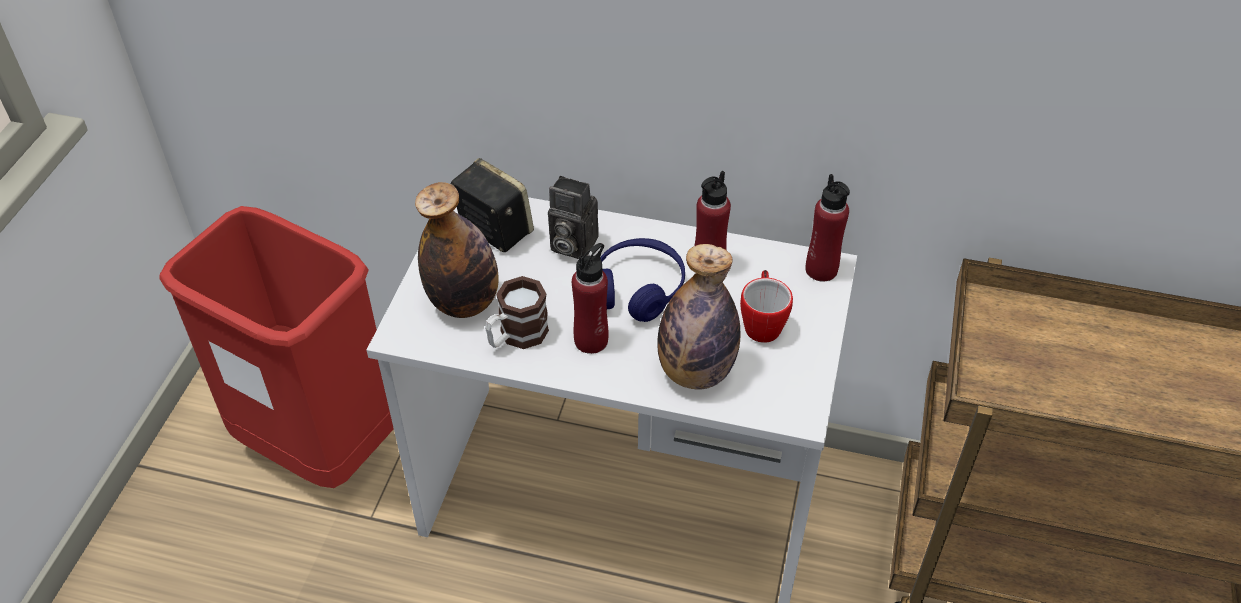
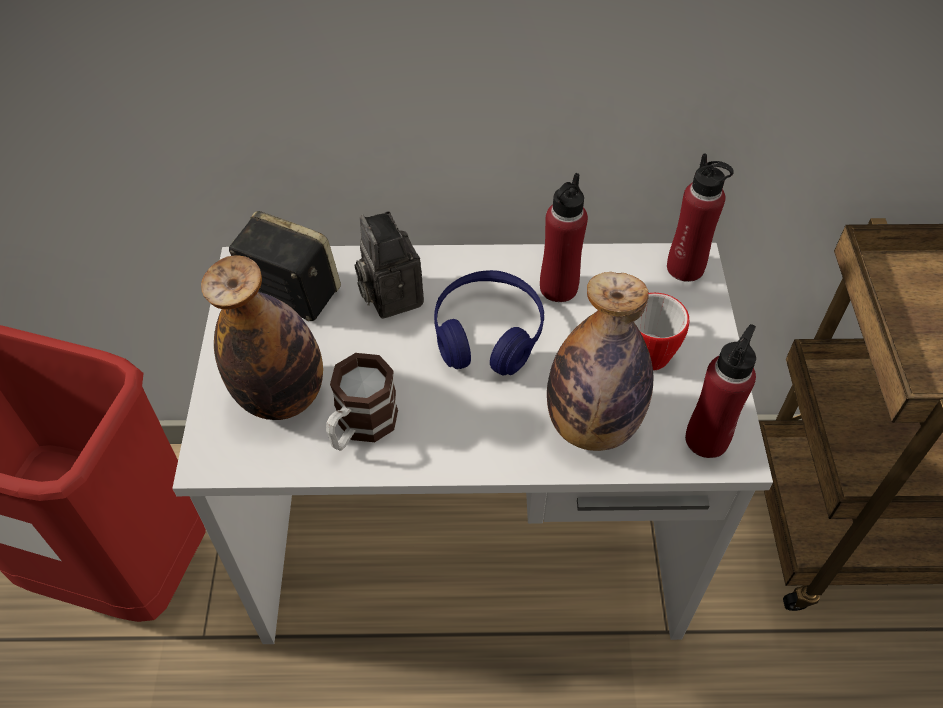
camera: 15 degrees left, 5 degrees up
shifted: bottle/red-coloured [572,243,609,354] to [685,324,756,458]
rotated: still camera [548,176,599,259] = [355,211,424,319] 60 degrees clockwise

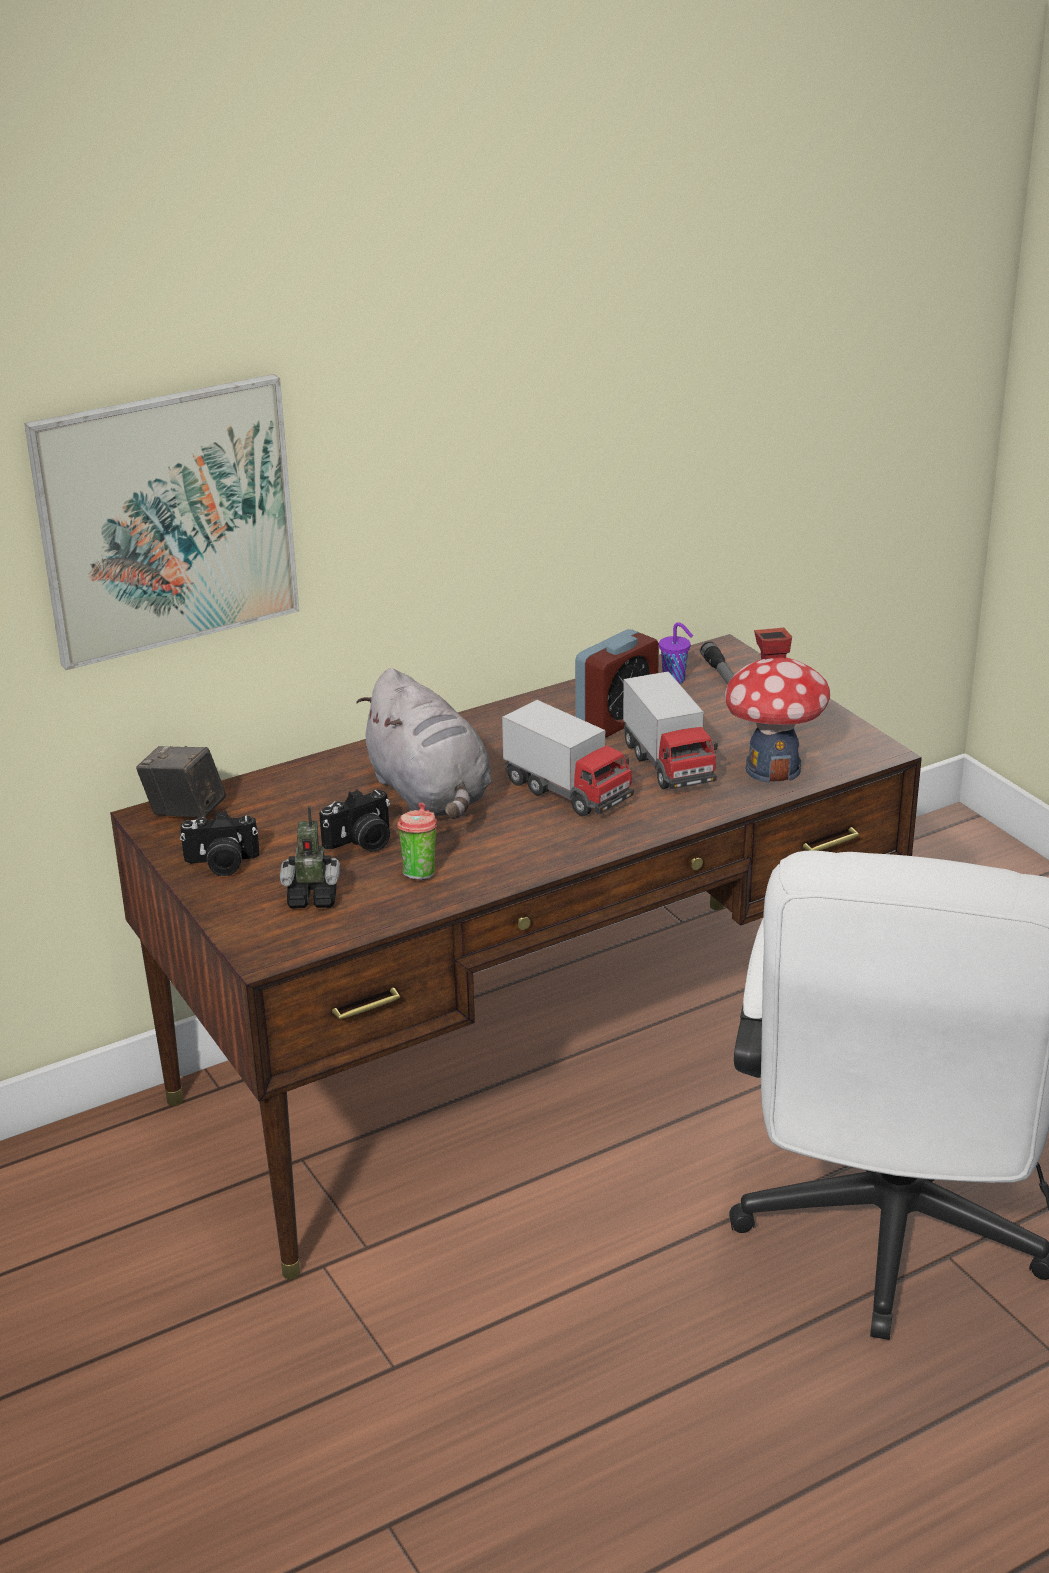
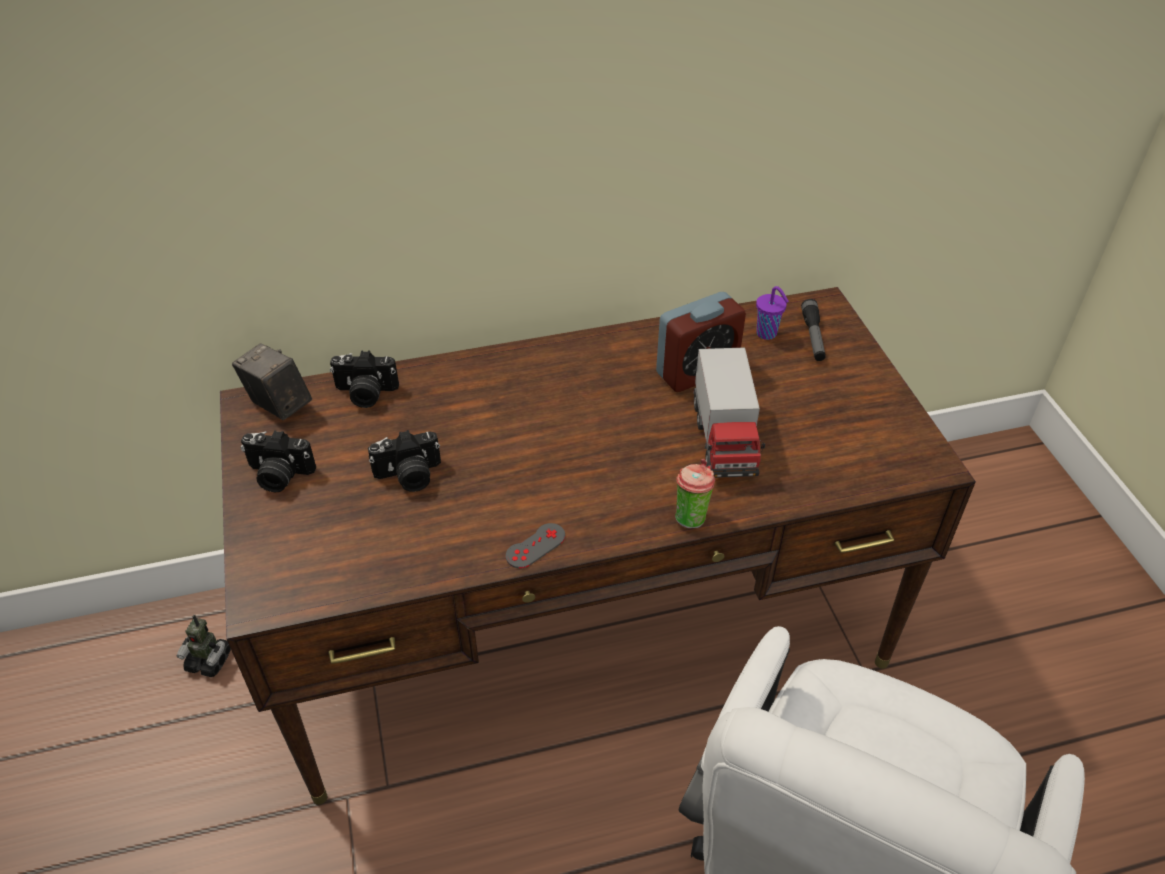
camera: 15 degrees right, 15 degrees up
gone: picture [24,374,299,670]; cuddly toy/gray [356,668,491,819]; toy truck [502,700,634,816]; toy house [725,628,830,783]
new: still camera [330,350,399,408]; joypad/gray [506,523,566,568]
shifted: robot figure [280,806,340,909] to [177,615,231,677]; small cup [397,802,437,880] to [675,459,715,529]

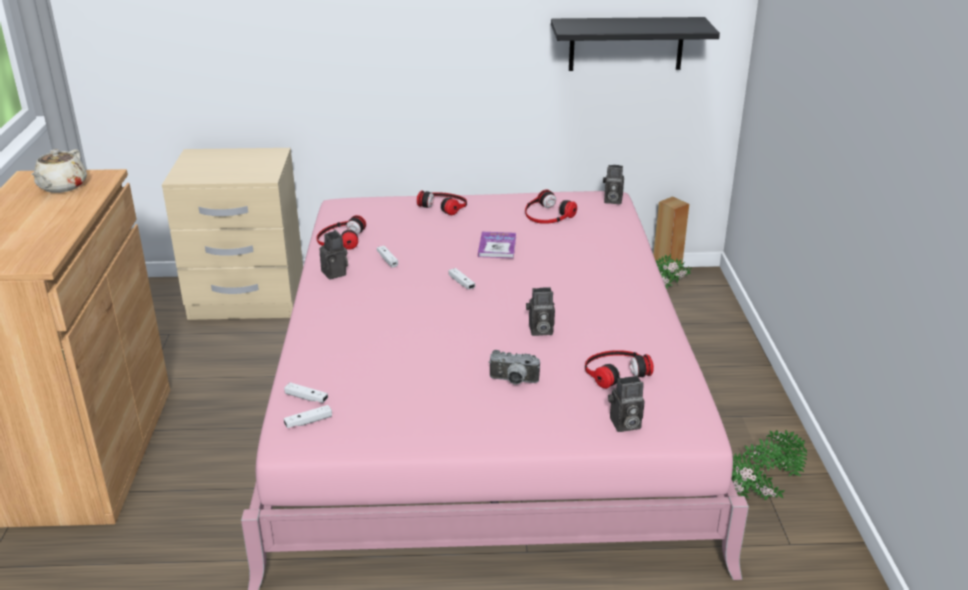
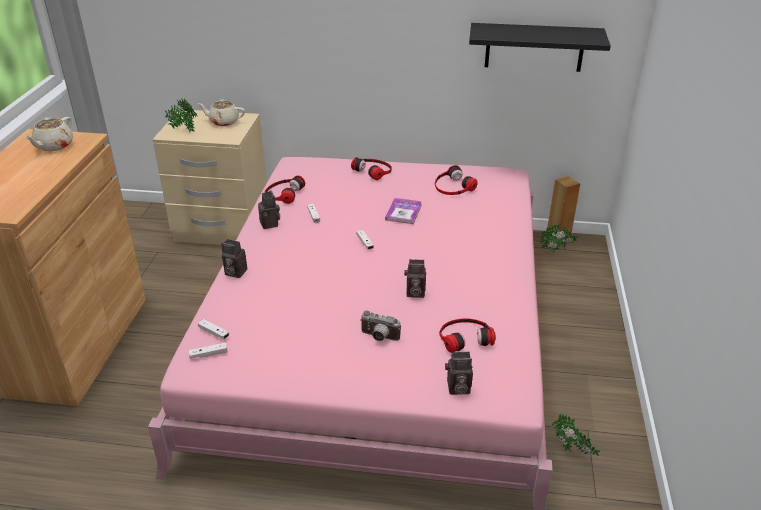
camera: 10 degrees right, 5 degrees up
new: pot for tea/beige-coloured [198,100,245,126]
shifted: still camera [603,165,624,204] to [221,239,247,278]; plant in a pot [745,430,807,476] to [165,98,197,132]

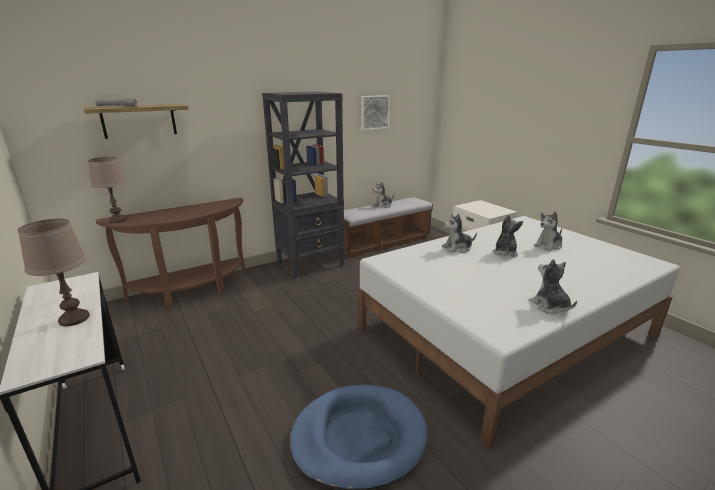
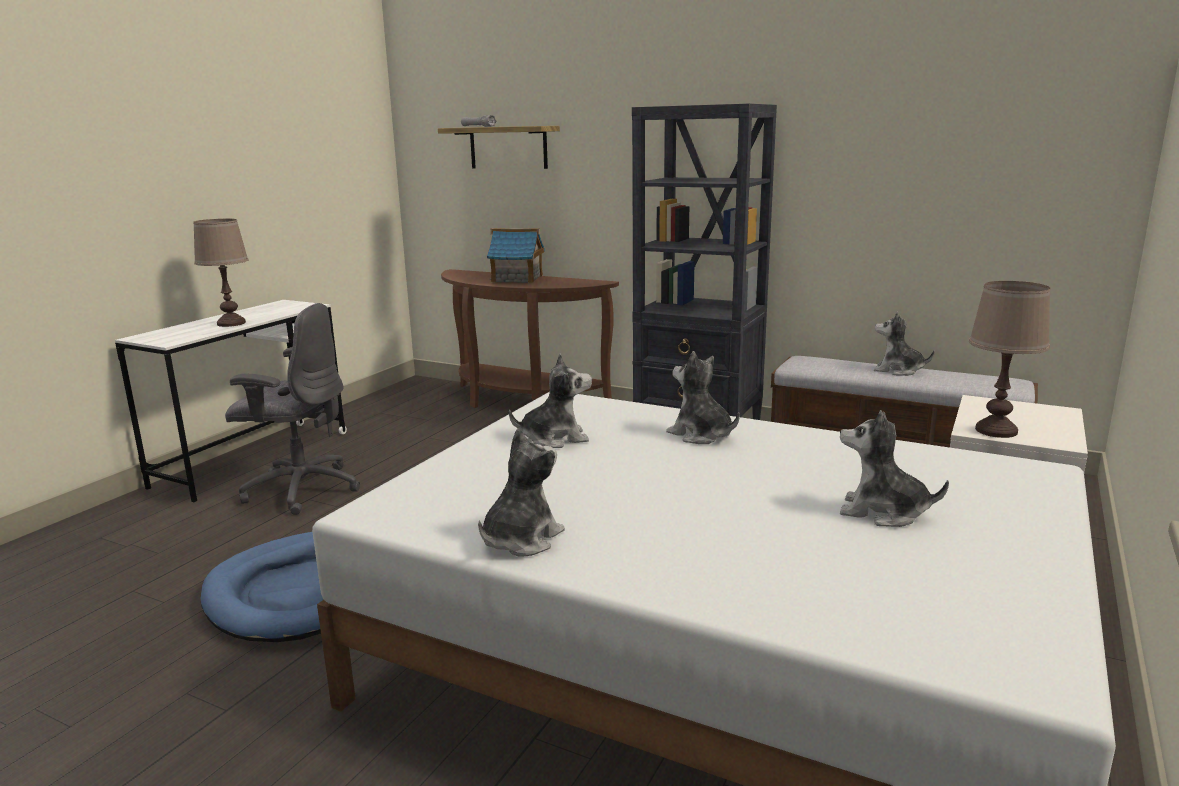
camera: 60 degrees right, 5 degrees down
gone: picture [361,95,390,130]
new: office chair/gray [225,303,360,515]; toy house [487,228,545,284]
shifted: tabletop lamp/brown [88,157,127,223] to [969,281,1050,438]; cuddly toy [492,215,523,257] to [509,354,592,448]

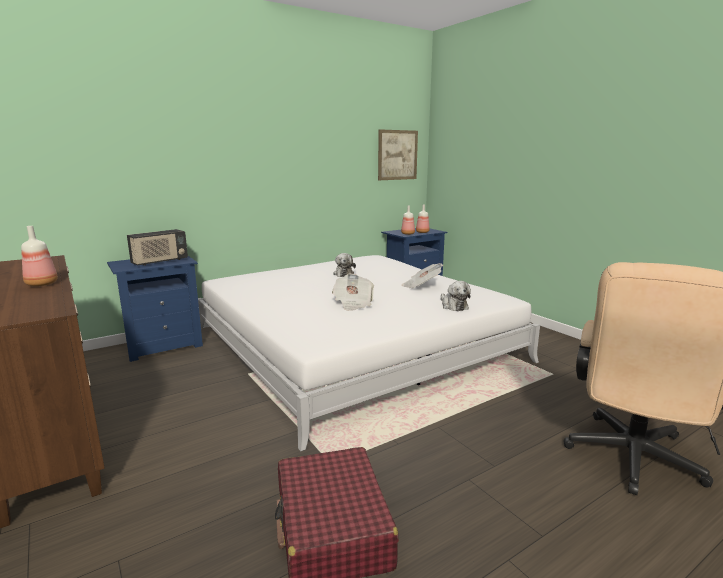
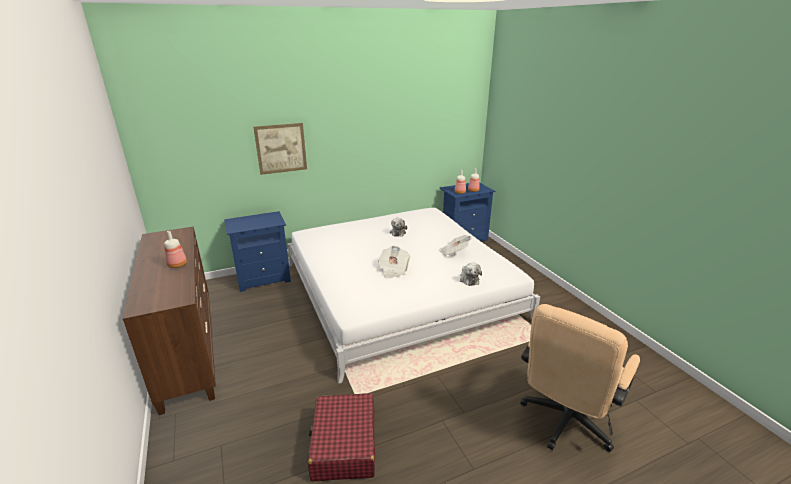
camera: 10 degrees right, 10 degrees up
gone: radio set [127,229,188,266]
shifted: picture [378,129,418,180] to [254,123,307,175]

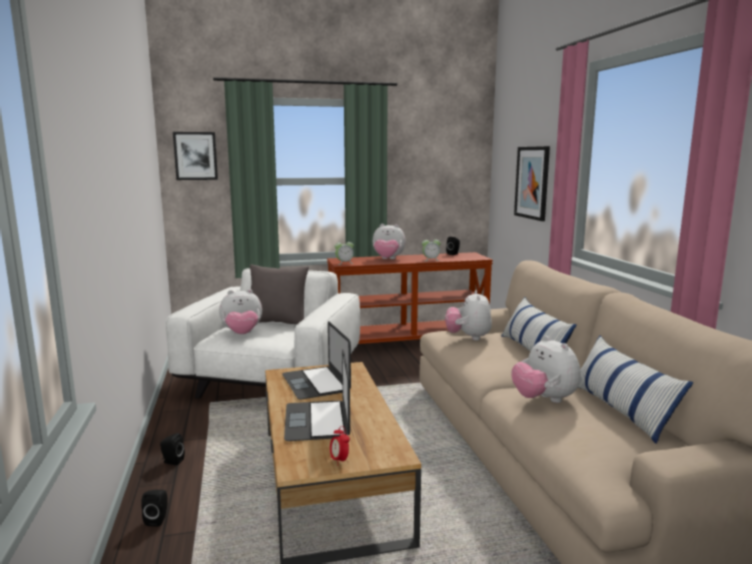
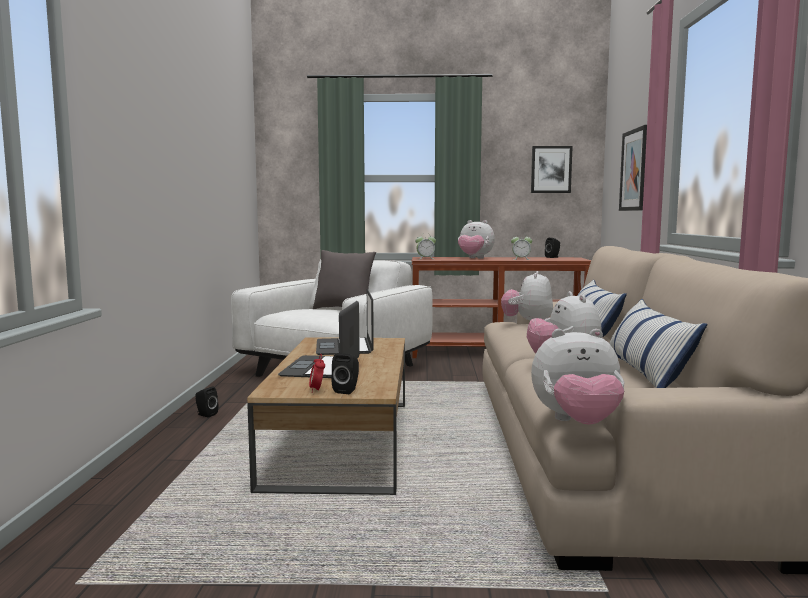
camera: 15 degrees right, 5 degrees down
shifted: audio speaker/black-coloured [141,490,168,527] to [331,353,359,394]; picture [173,132,218,180] to [531,146,573,193]; cuddly toy [219,289,262,334] to [531,329,625,425]

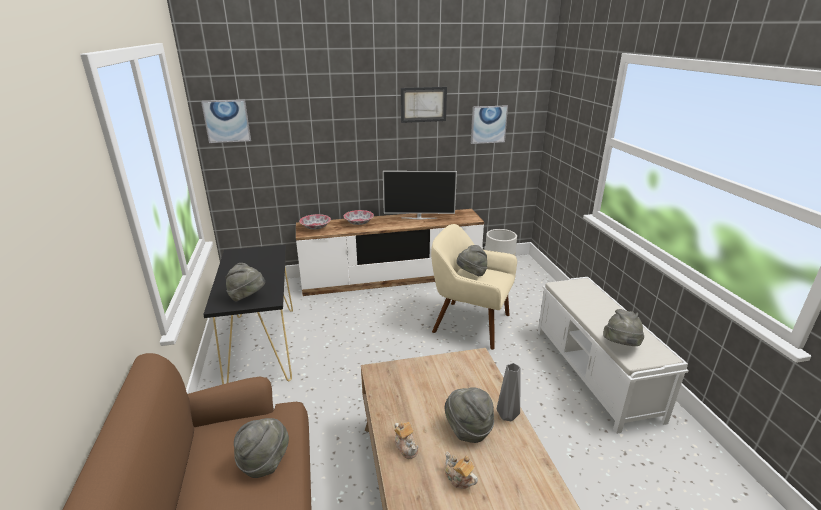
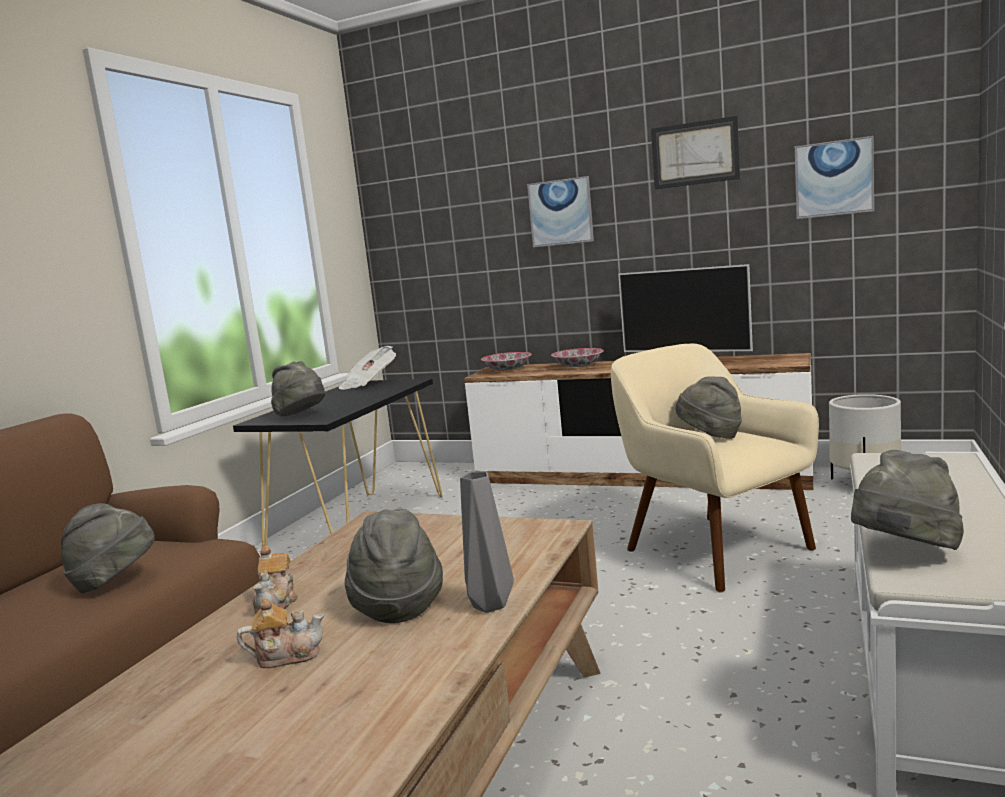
camera: 35 degrees right, 15 degrees down
new: newspaper [338,346,396,390]
shifted: picture [201,100,251,143] to [527,176,594,247]
rotated: pot for tea [445,452,478,489] = [237,598,324,668] 90 degrees clockwise

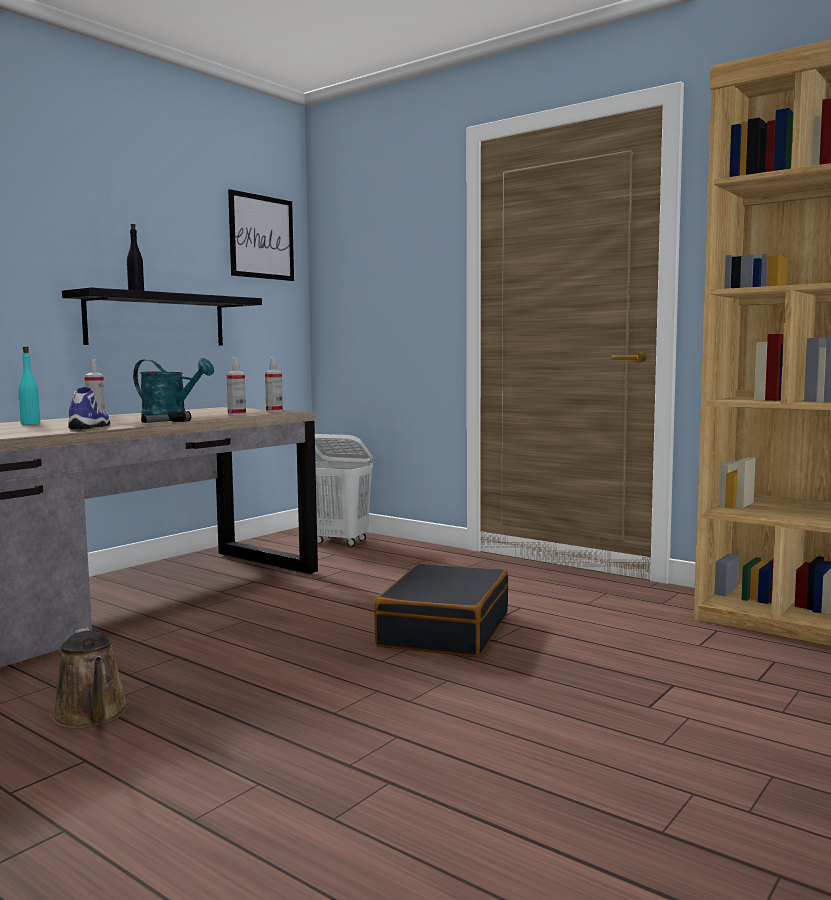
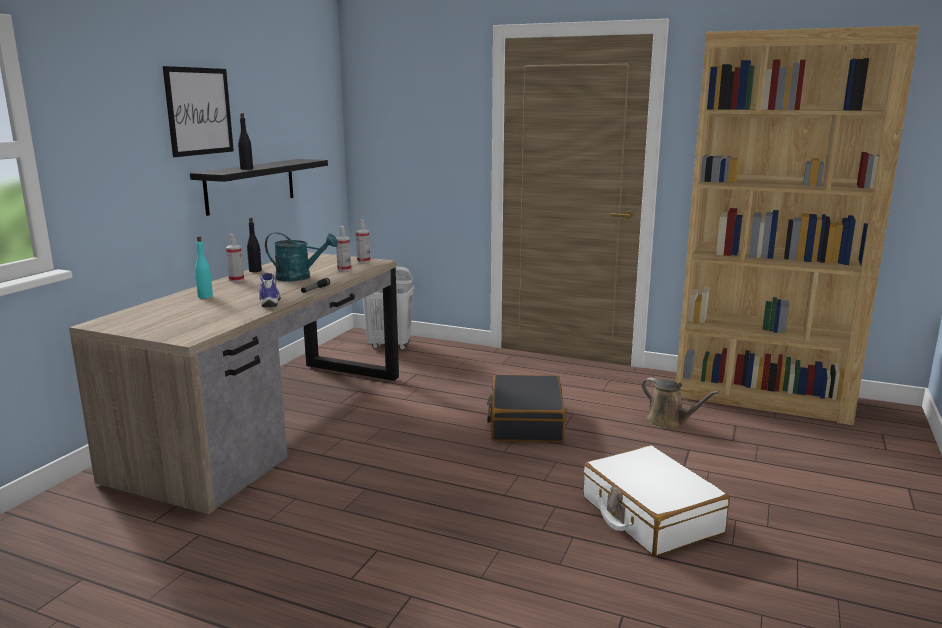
camera: 15 degrees left, 10 degrees up
new: bottle/black-coloured [247,218,262,272]; piece of luggage/whitish [583,445,730,557]
shifted: watering pot/brown [52,627,129,729] to [642,377,719,429]; picture [228,189,294,281] to [163,66,234,157]

